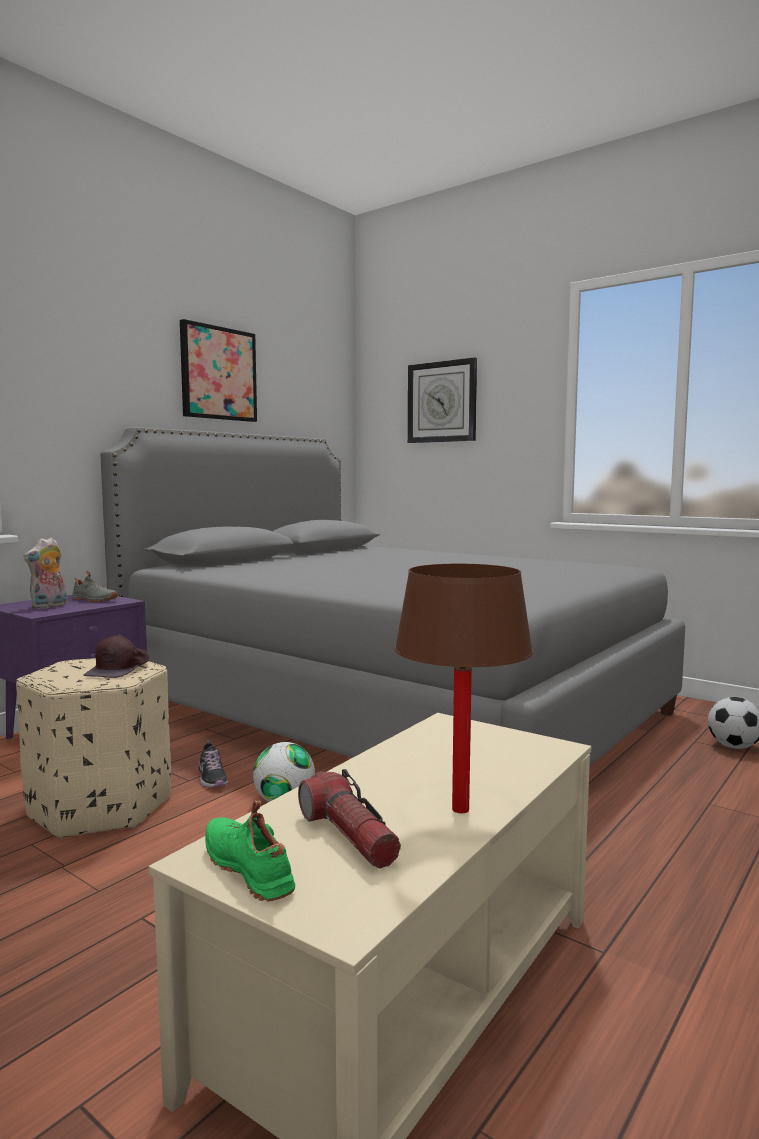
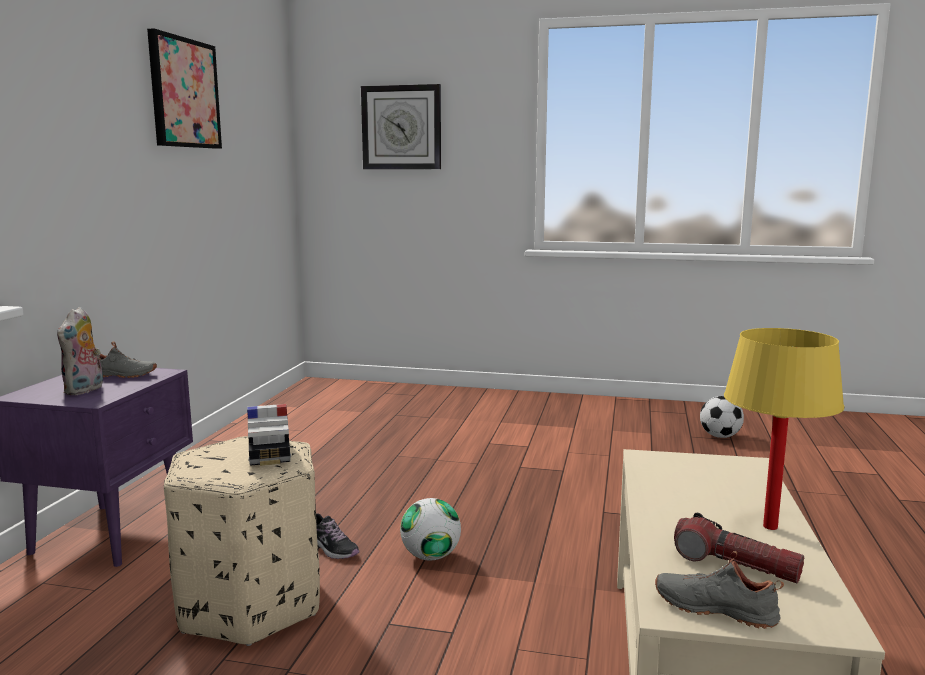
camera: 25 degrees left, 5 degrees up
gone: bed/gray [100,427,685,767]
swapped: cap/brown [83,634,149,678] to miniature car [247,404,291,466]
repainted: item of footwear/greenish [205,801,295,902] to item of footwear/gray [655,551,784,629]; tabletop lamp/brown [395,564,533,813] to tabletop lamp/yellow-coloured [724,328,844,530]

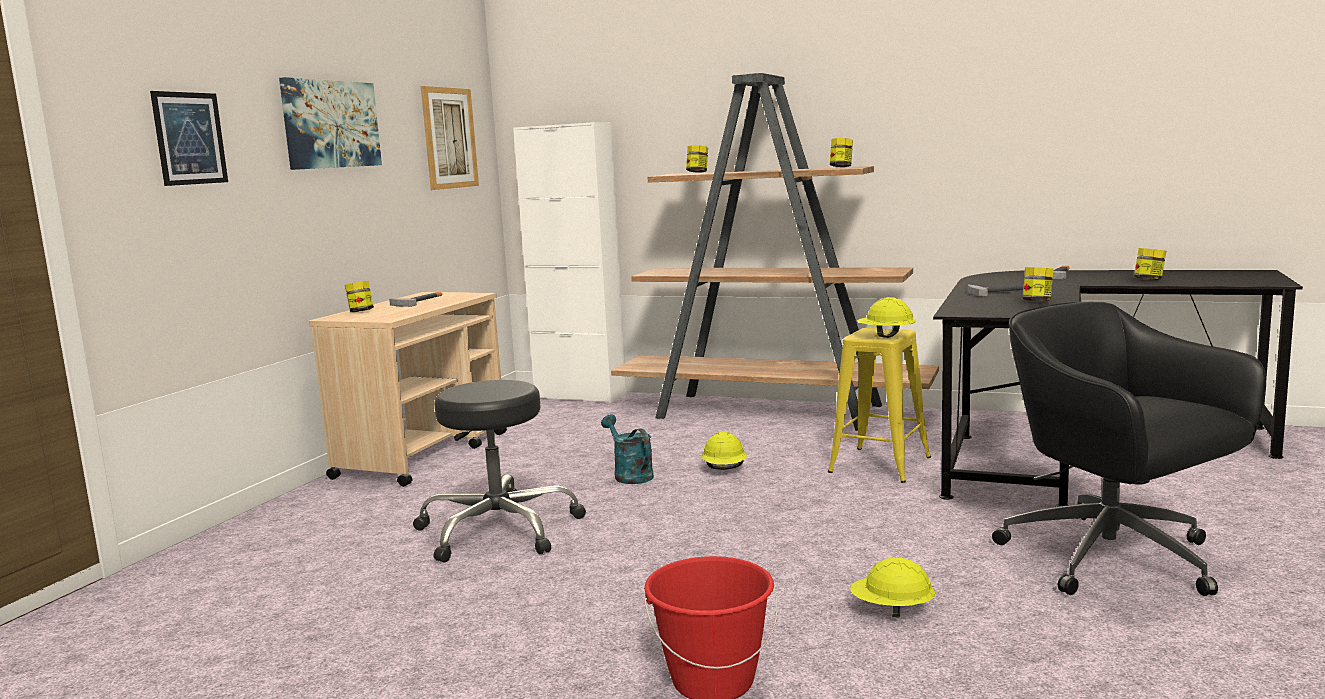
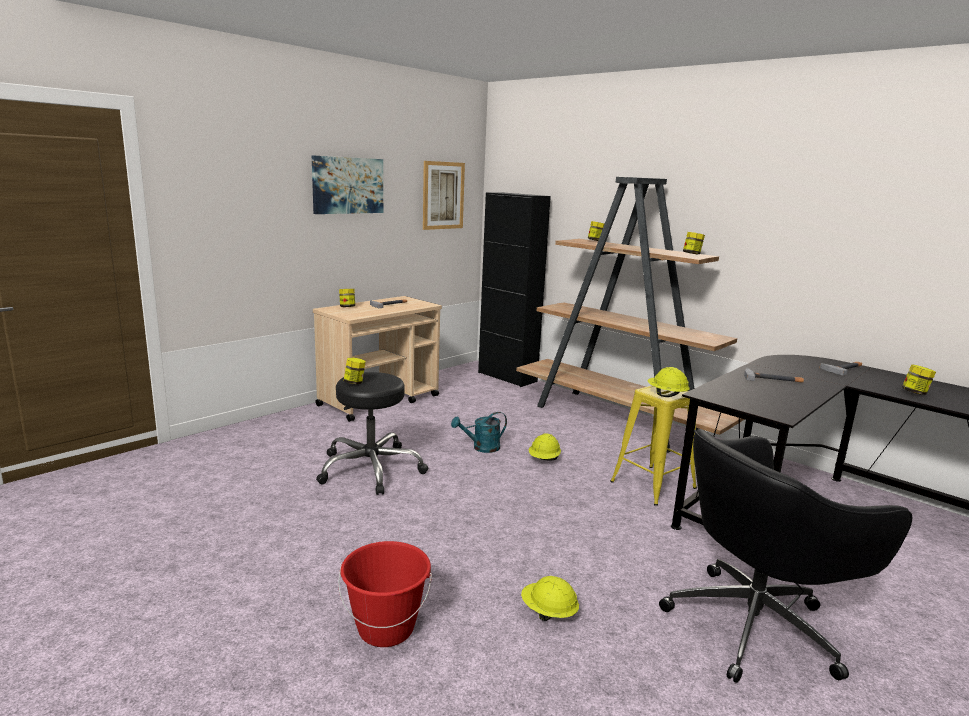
camera: 20 degrees right, 5 degrees up
gone: picture [150,91,228,186]
shifted: preserve jar [1022,267,1053,301] to [344,358,366,384]
repainted: cabinet/whitish [513,122,627,403] to cabinet/black-coloured [478,192,551,387]
rotated: watering pot/turquoise-coloured [601,415,654,484] = [451,412,507,453] 105 degrees counterclockwise; office chair/black-coloured [992,302,1266,596] = [659,429,912,683] 105 degrees counterclockwise

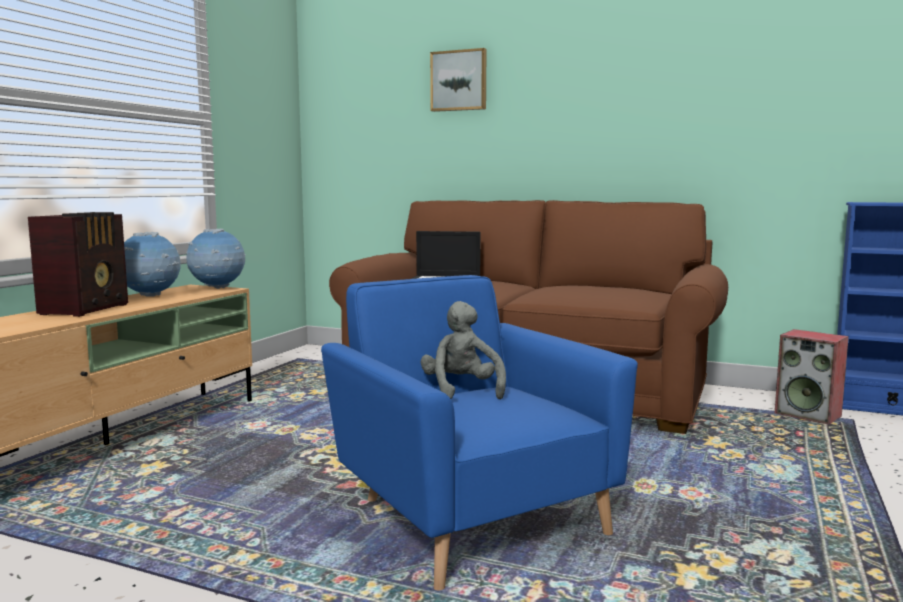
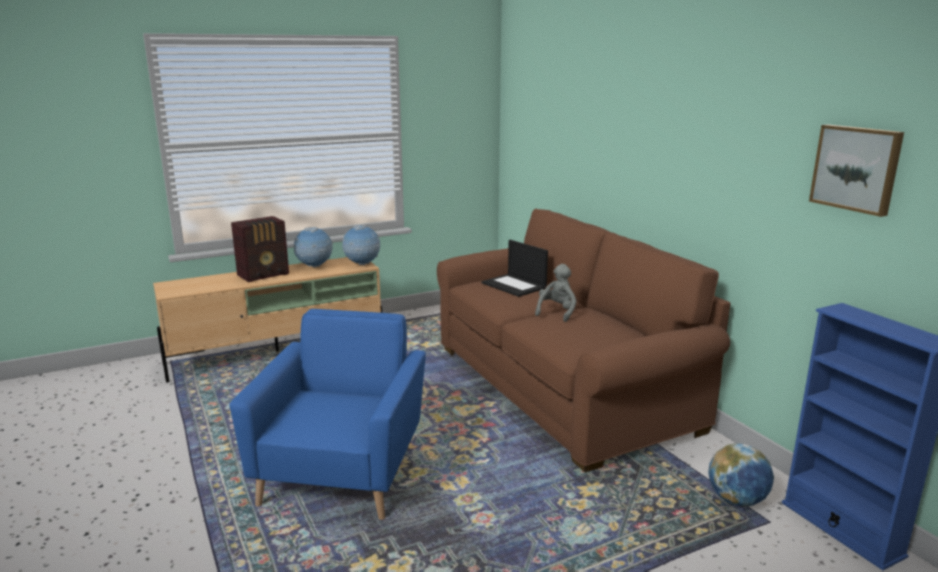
camera: 40 degrees right, 10 degrees up
shifted: cuddly toy/gray [420,301,506,399] to [535,264,577,322]; picture [430,48,487,112] to [809,124,904,217]
swapped: audio speaker [775,329,849,425] to globe [708,443,774,507]

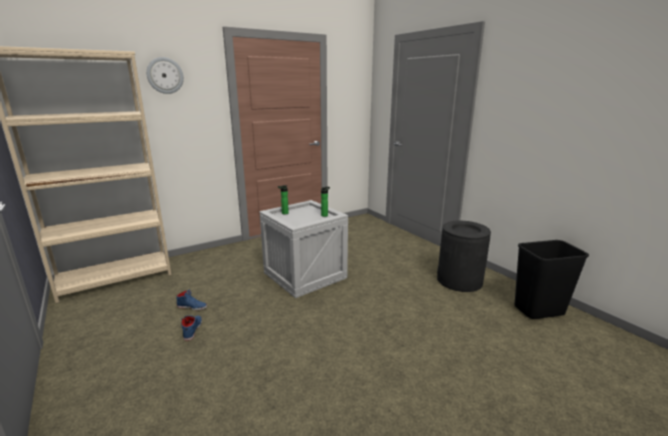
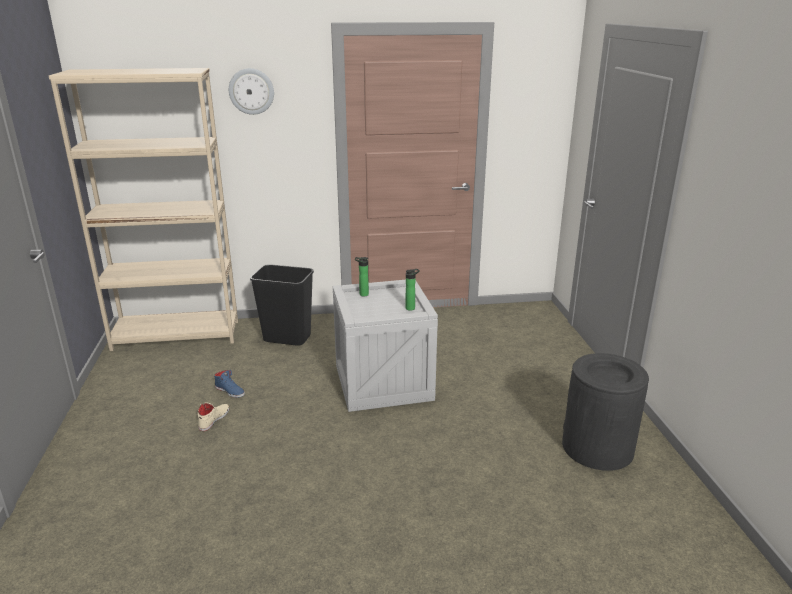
camera: 25 degrees right, 5 degrees up
shifted: rubbish bin/black-coloured [514,240,589,319] to [250,264,314,346]
repainted: item of footwear/blue-coloured [181,315,202,341] to item of footwear/beige-coloured [198,402,230,431]

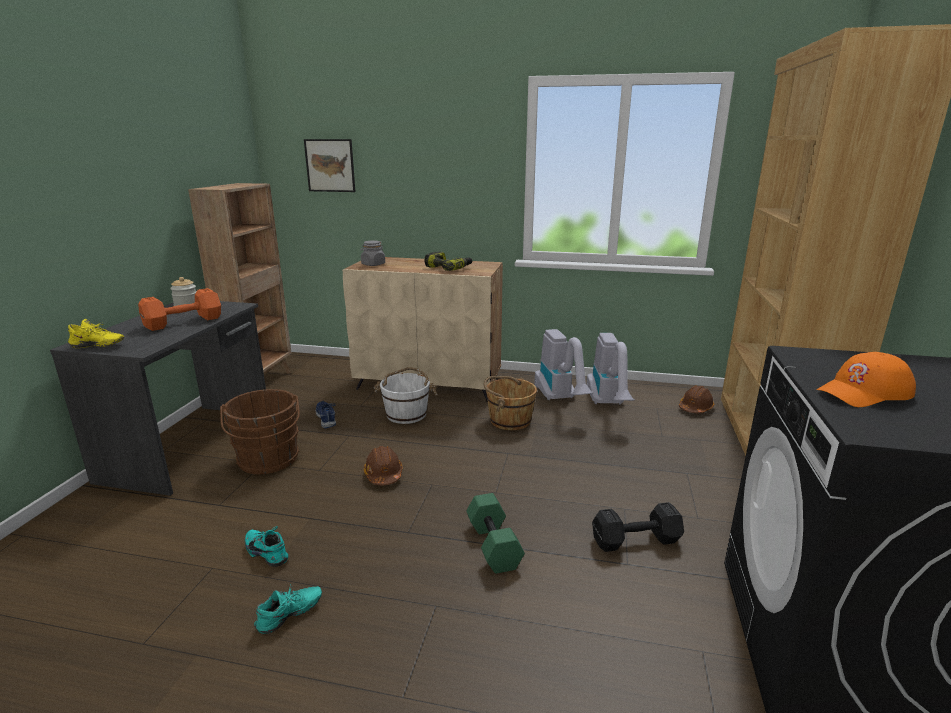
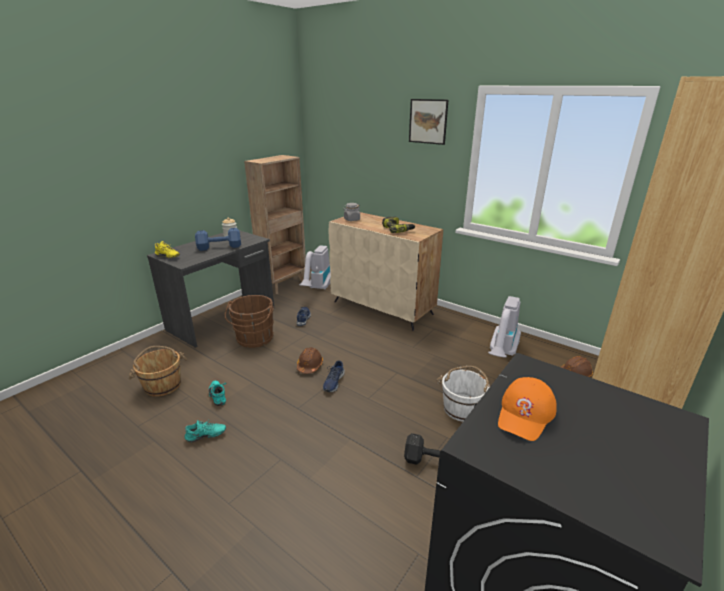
camera: 25 degrees right, 5 degrees up
gone: dumbbell/greenish [466,493,525,574]
new: item of footwear/blue-coloured [323,360,345,393]
shifted: picture [304,139,355,192] to [409,99,448,145]; water bucket/whitish [374,367,438,424] to [437,366,490,422]; water bucket/brown [484,376,537,430] to [129,346,187,397]; vacuum [534,329,593,400] to [299,245,331,290]
repainted: dumbbell/orangey [138,288,221,331] to dumbbell/blue-coloured [195,228,241,251]
rotated: cap/orangey [816,352,916,407] = [498,377,557,441] 60 degrees counterclockwise

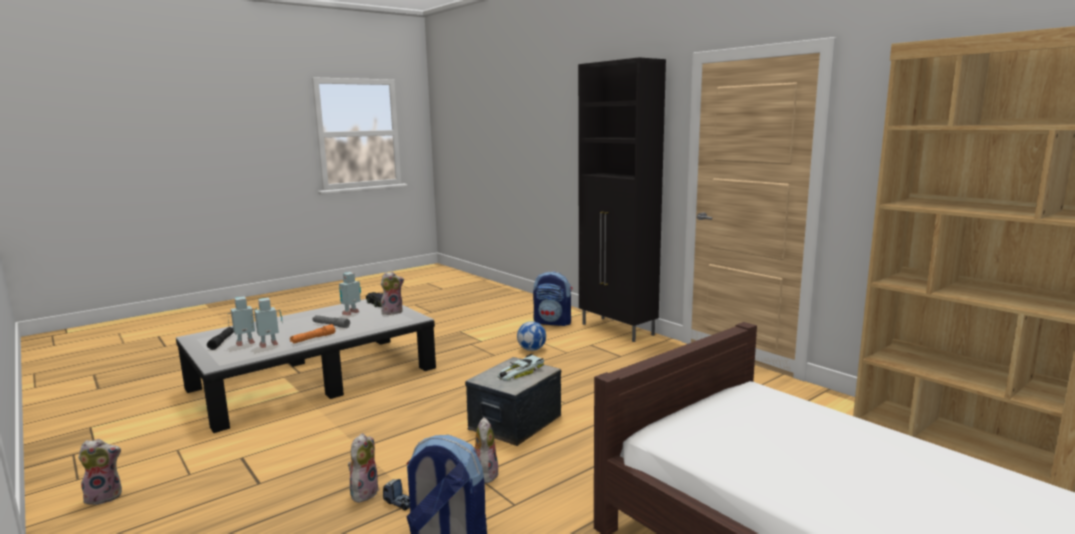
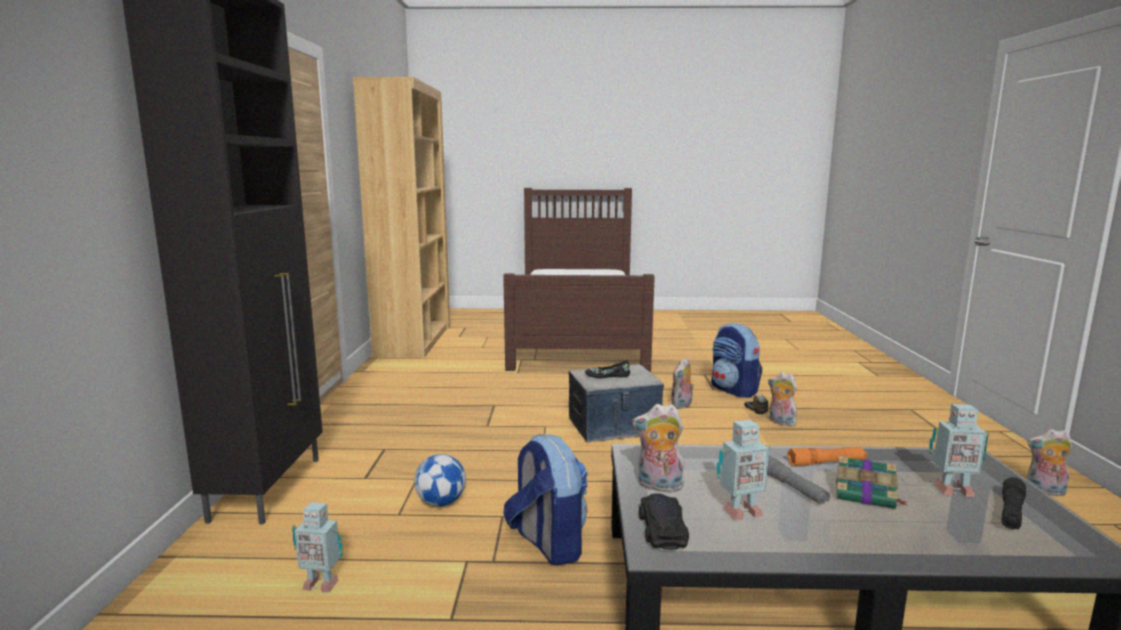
camera: 140 degrees left, 0 degrees up
new: volume [836,456,908,509]
shifted: robot figure [251,298,282,348] to [292,502,343,593]; rucksack [533,271,573,326] to [504,434,588,566]
swapped: miniature car [498,354,544,381] to item of footwear/black-coloured [585,360,630,378]
rotated: cuddly toy [348,433,379,503] = [768,372,797,426] 75 degrees clockwise

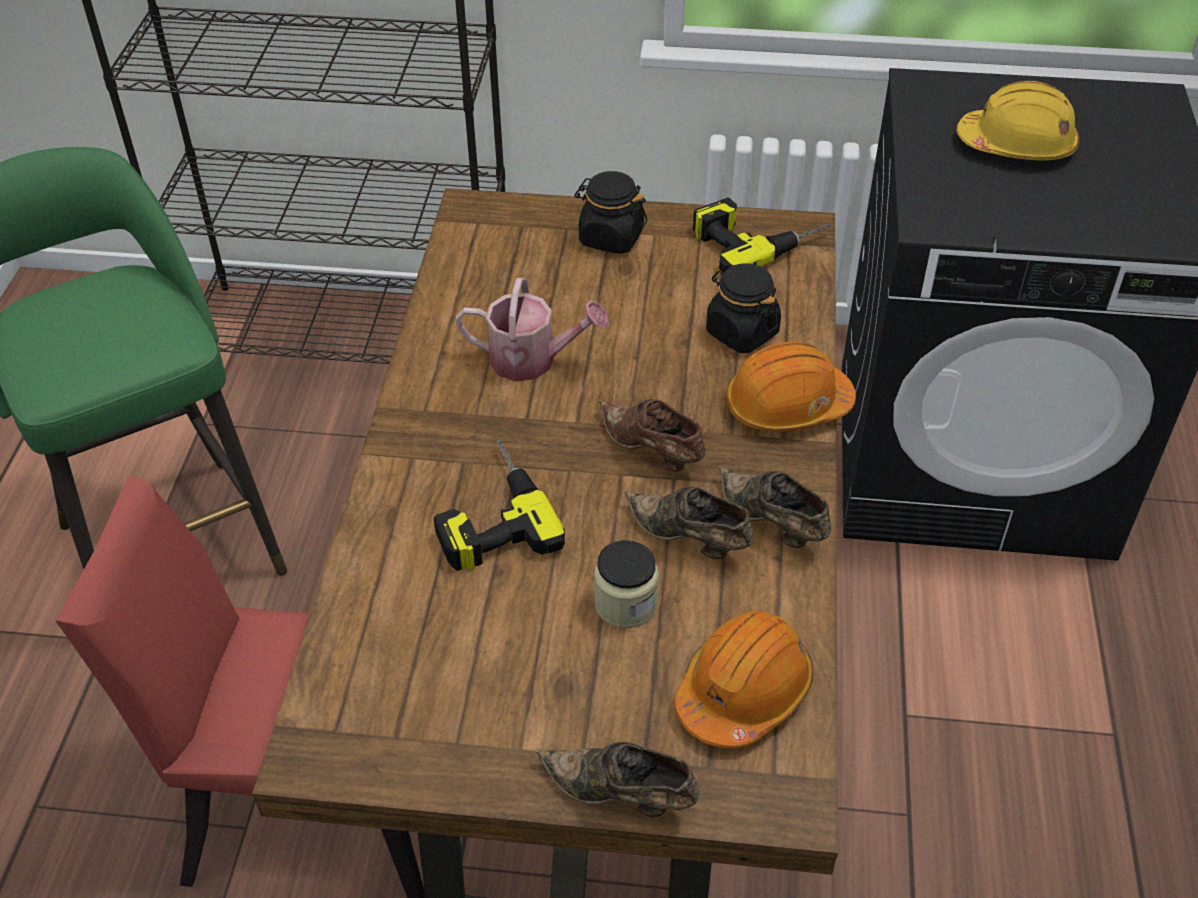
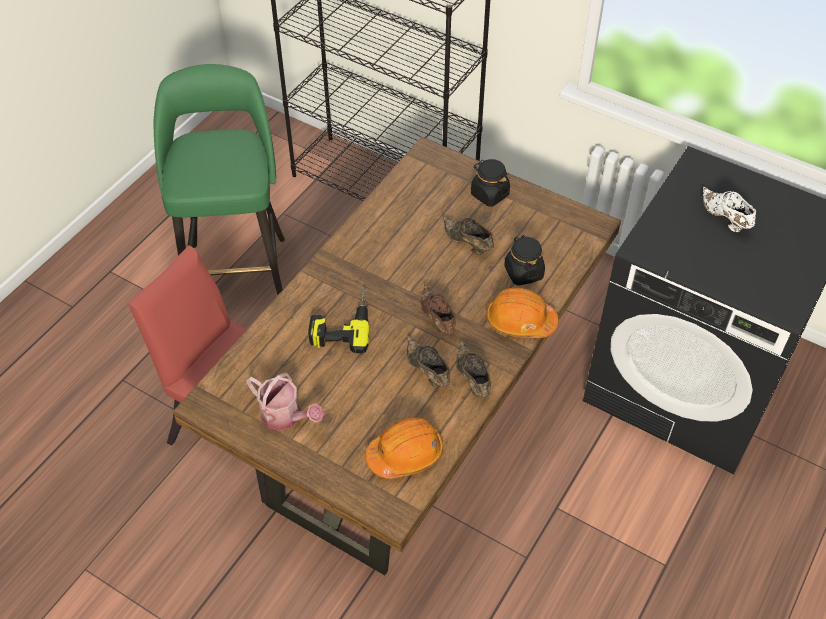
camera: 25 degrees right, 5 degrees up
gone: preserve jar [594,540,659,628]; power drill [693,197,831,273]
shifted: watering pot [455,278,609,382] to [246,373,324,431]; item of footwear/brown [536,742,699,817] to [442,216,494,255]
swapped: hard hat/yellow-coloured [957,81,1080,160] to item of footwear/whitish [703,186,756,232]

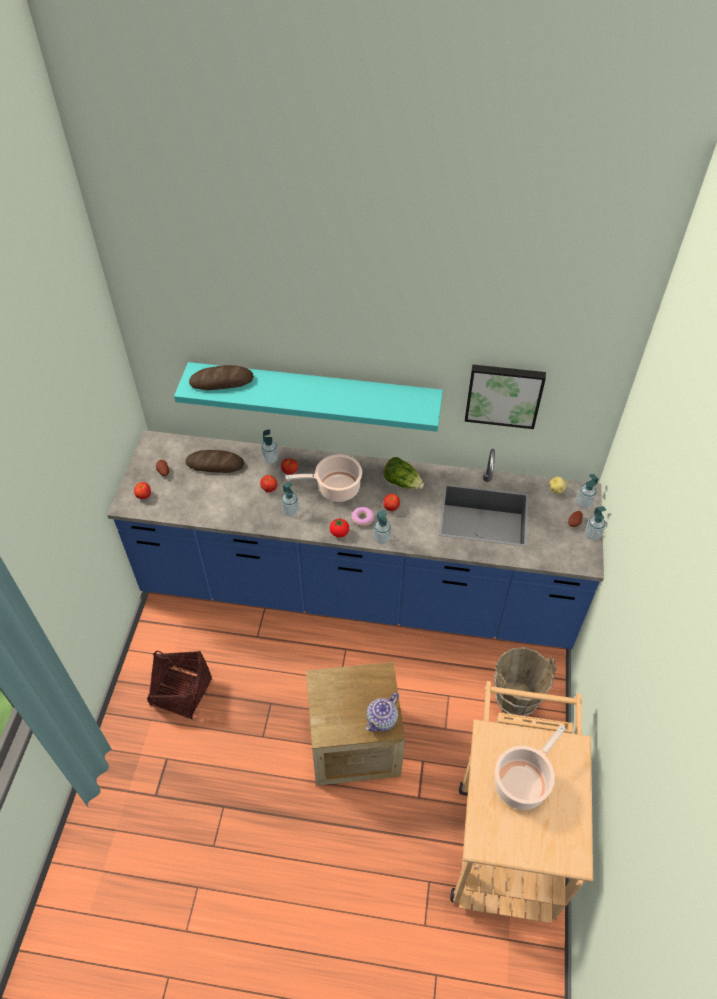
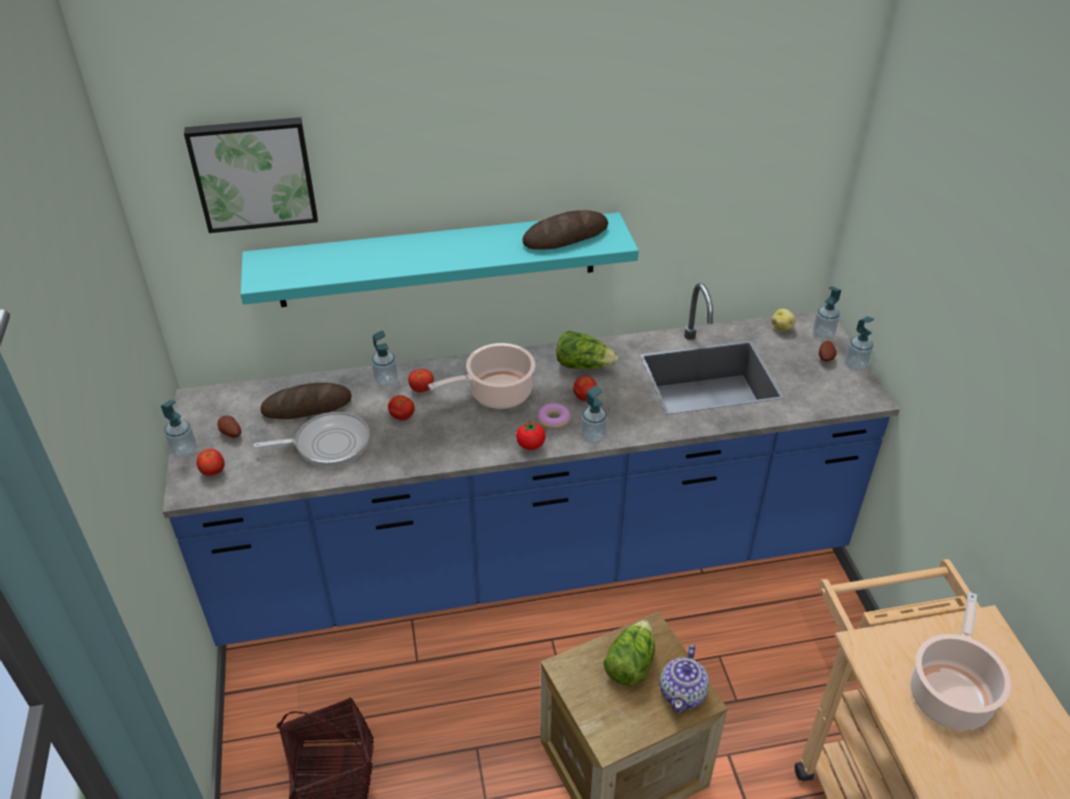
camera: 20 degrees left, 10 degrees down
gone: water bucket/brown [494,647,556,716]
new: skillet [253,412,370,467]; lettuce head [604,620,655,686]
shifted: bread [189,365,253,390] to [522,210,608,250]; soap bottle [281,482,299,516] to [161,400,196,457]; picture [465,364,546,429] to [184,117,318,233]

